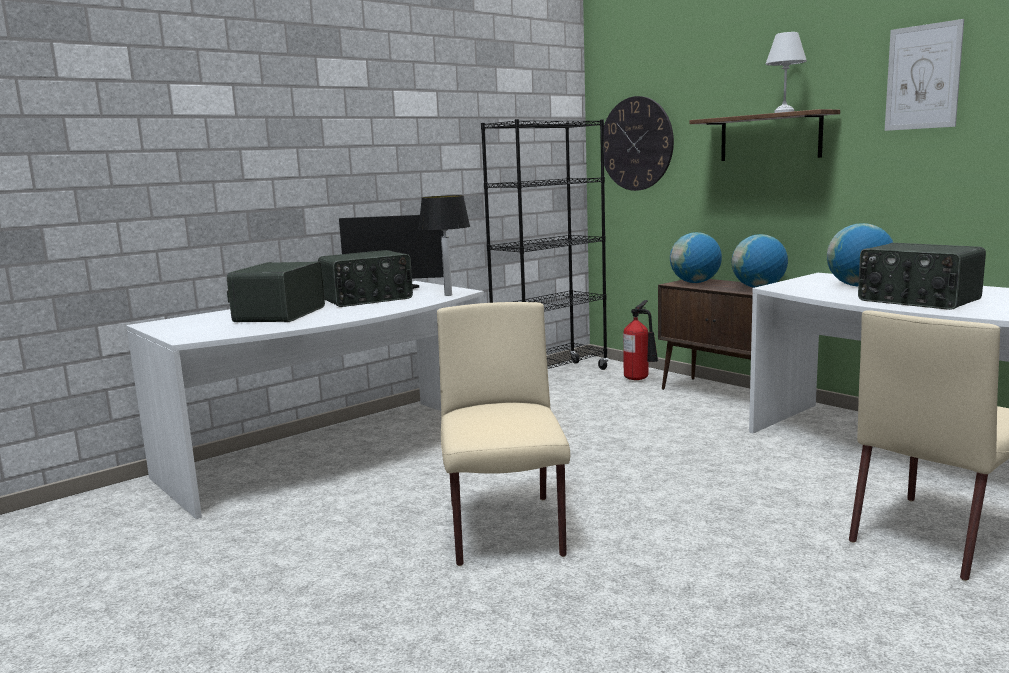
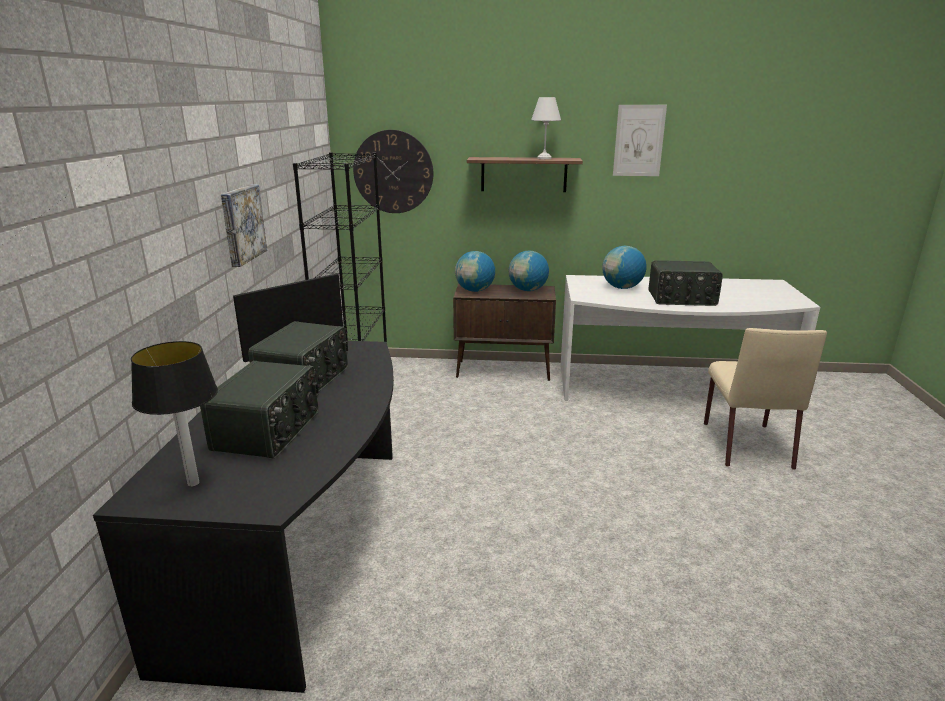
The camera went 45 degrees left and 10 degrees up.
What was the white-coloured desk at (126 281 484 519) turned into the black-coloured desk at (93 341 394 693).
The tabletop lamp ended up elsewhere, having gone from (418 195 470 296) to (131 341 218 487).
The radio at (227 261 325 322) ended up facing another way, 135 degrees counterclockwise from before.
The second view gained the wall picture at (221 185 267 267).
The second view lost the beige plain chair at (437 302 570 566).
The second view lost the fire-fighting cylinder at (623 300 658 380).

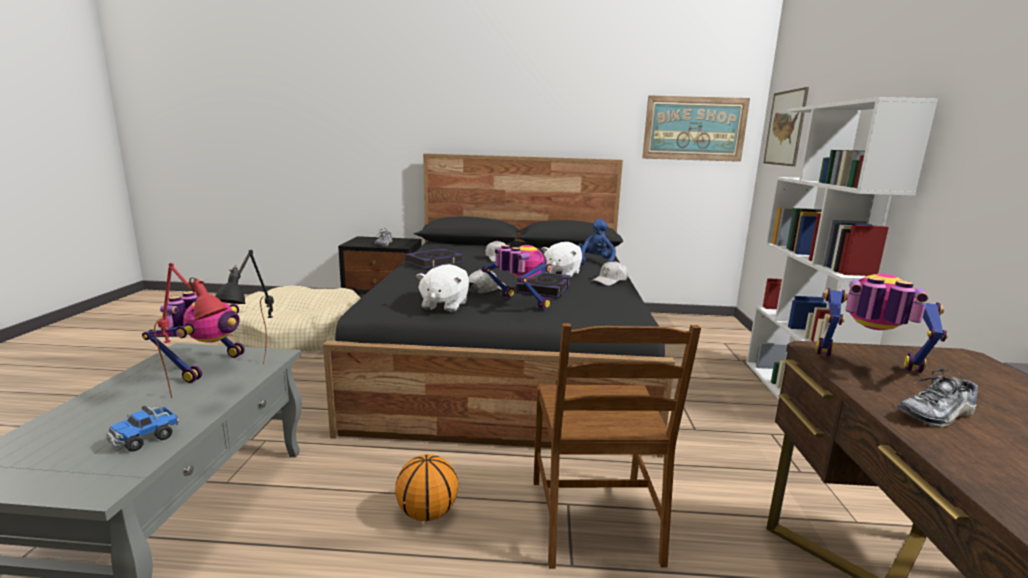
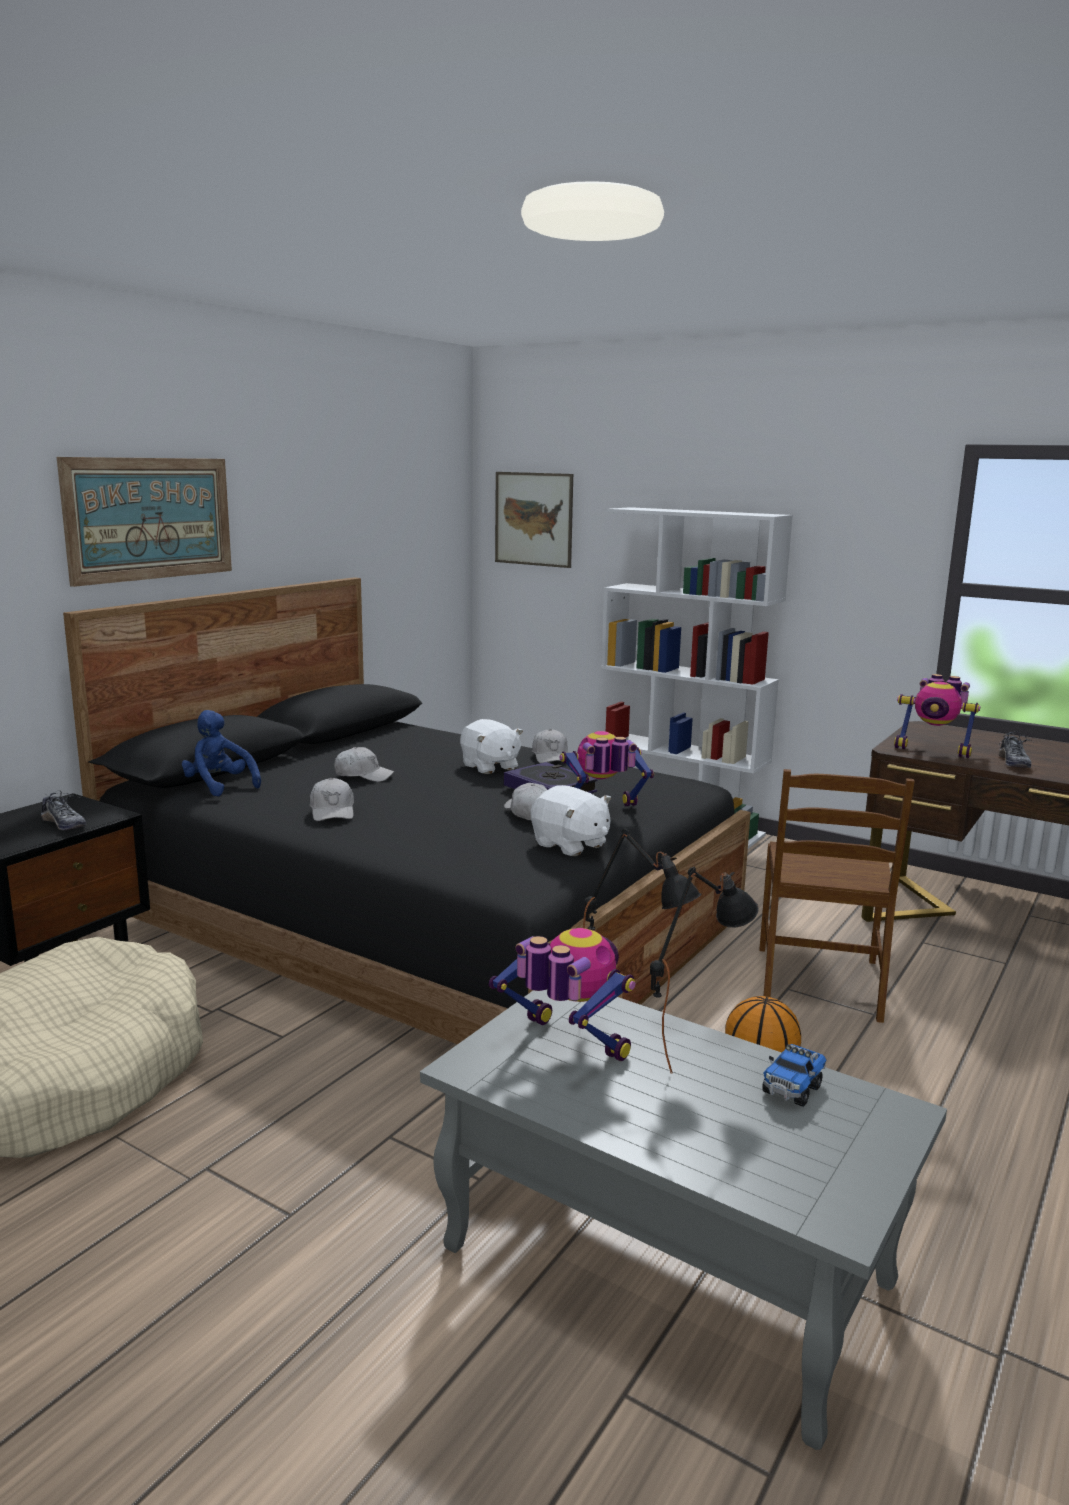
The camera went 60 degrees left and 0 degrees up.
The wall picture ended up elsewhere, having gone from (642 95 750 162) to (57 457 232 587).
The blue-coloured plush toy ended up elsewhere, having gone from (578 219 616 265) to (182 710 261 797).
Where the book stood at (405 249 464 269), the white-coloured peaked cap came to stand at (310 778 354 821).
What was the red-coloured tabletop lamp at (154 263 228 398) turned into the black-coloured tabletop lamp at (650 867 759 1074).
The brown plain chair at (533 323 701 569) ended up facing another way, 75 degrees clockwise from before.
The toy truck at (106 406 179 452) ended up facing another way, 60 degrees clockwise from before.
The robot figure at (815 274 948 373) ended up facing another way, 120 degrees counterclockwise from before.

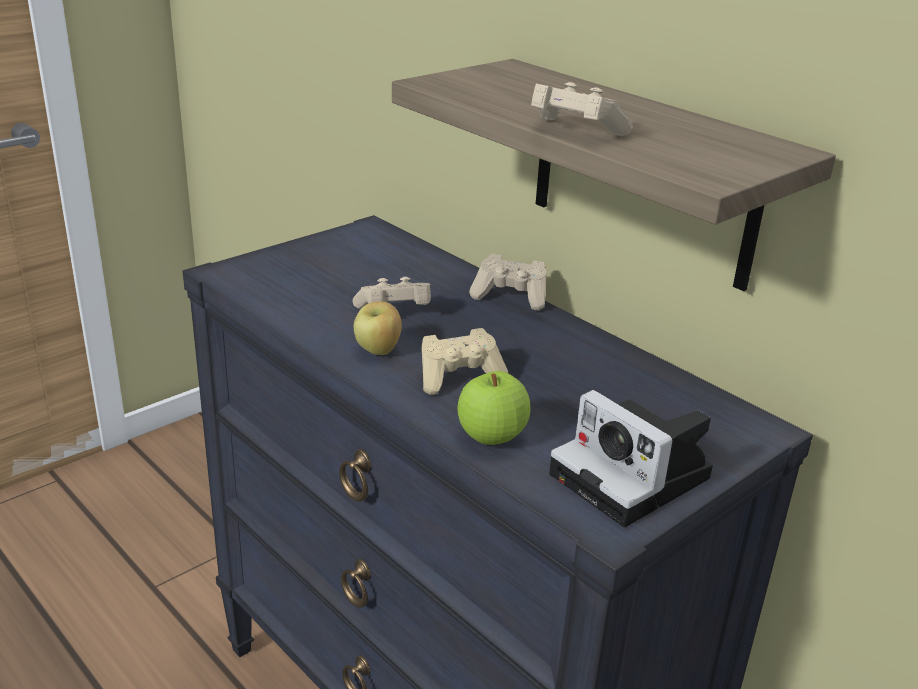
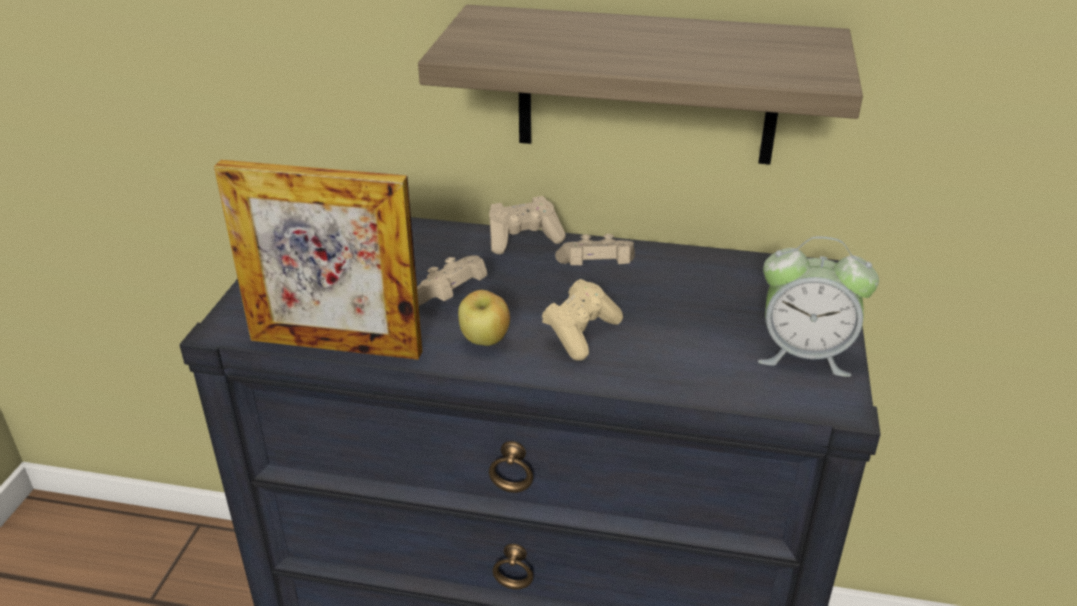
The camera went 35 degrees left and 5 degrees up.
The second view gained the photo frame at (214 160 422 360).
The beige joypad ended up elsewhere, having gone from (531 82 633 136) to (555 234 635 265).
Where the photo camera stood at (549 390 713 527), the alarm clock came to stand at (758 236 879 377).
The second view lost the whole apple at (458 371 530 445).

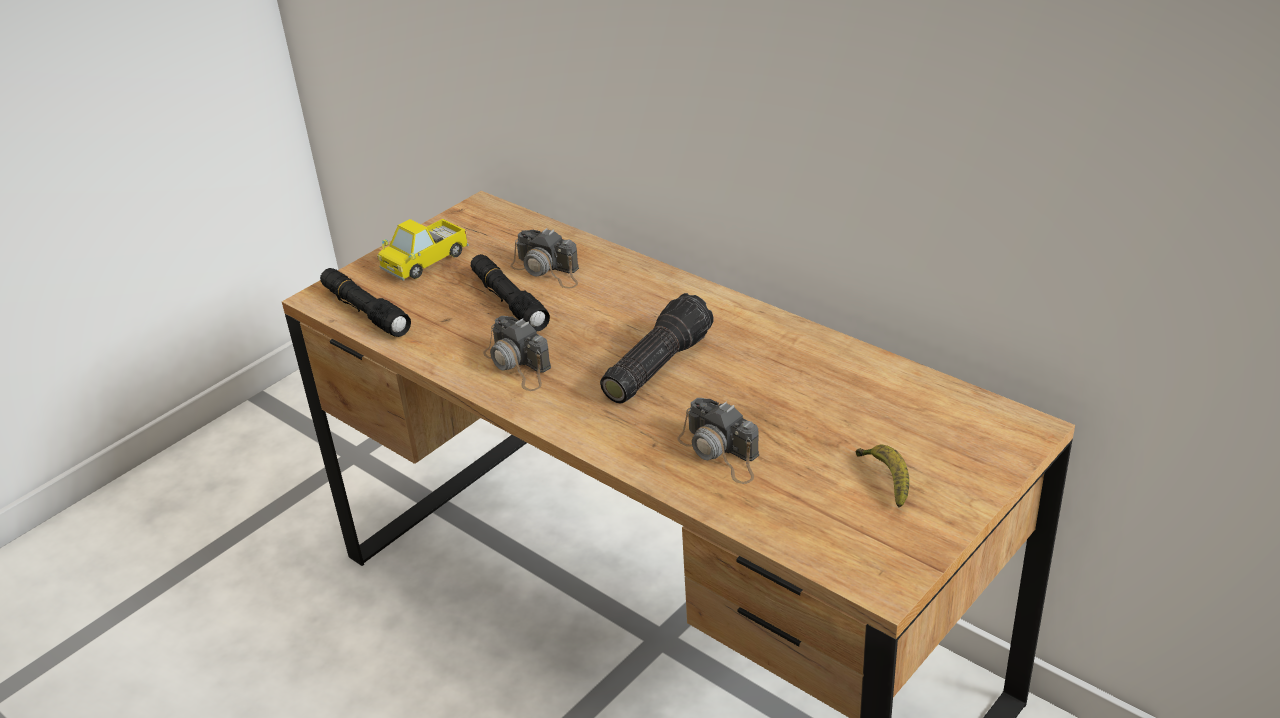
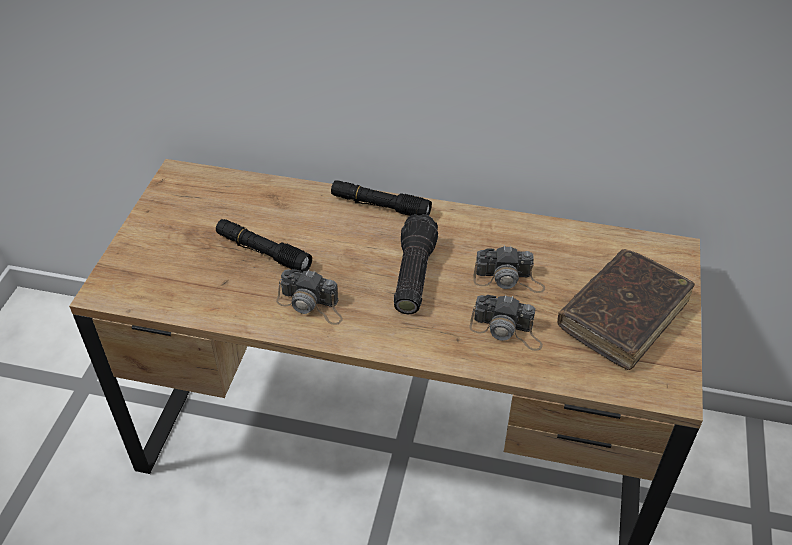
The camera went 30 degrees left and 10 degrees up.
The black-coloured hand torch ended up elsewhere, having gone from (320 268 411 337) to (331 180 432 216).
The photo camera ended up elsewhere, having gone from (510 228 579 288) to (473 246 545 293).
Where the banana stood at (856 445 909 508), the brown book came to stand at (557 249 695 370).
The second view lost the toy truck at (377 219 469 281).

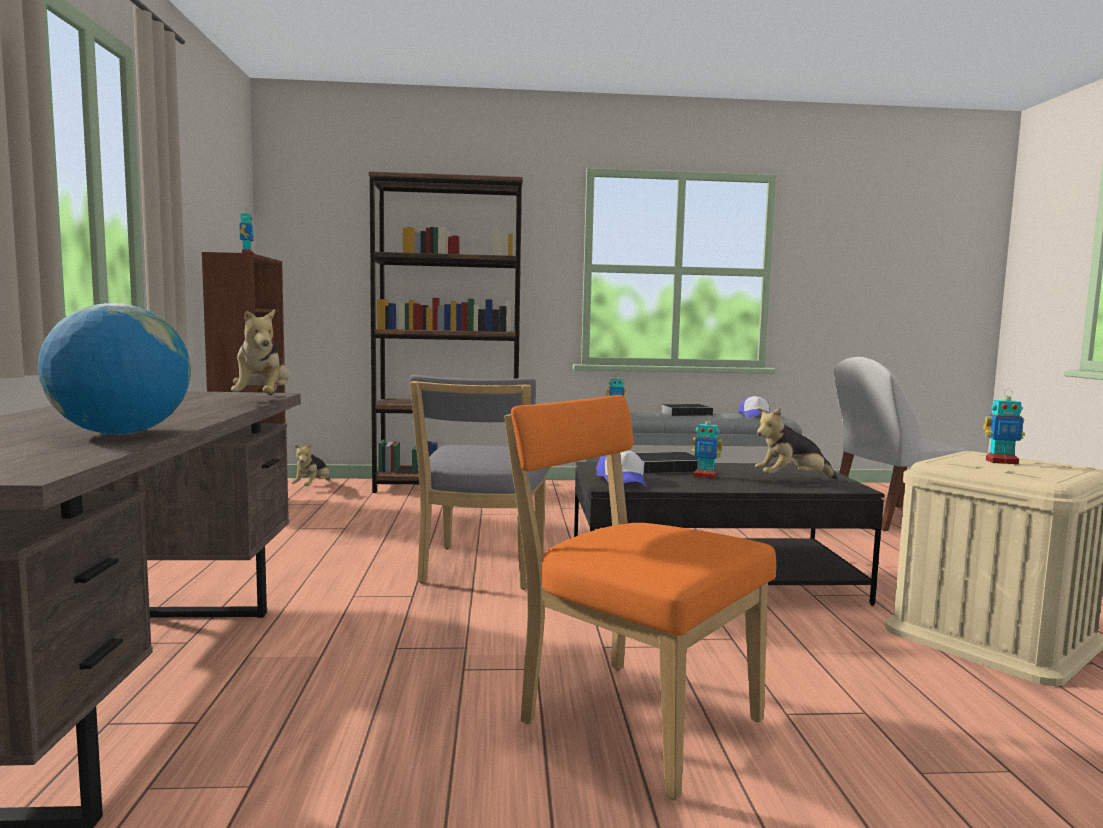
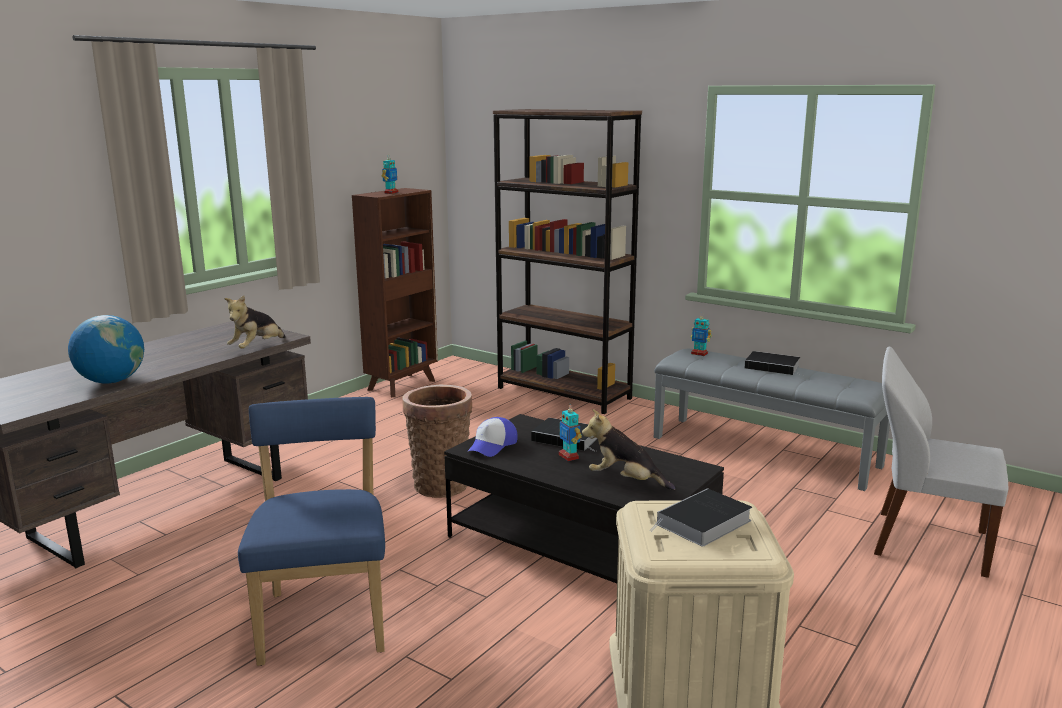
The camera went 40 degrees right and 10 degrees up.
What was the orange plain chair at (504 395 776 801) turned into the blue-coloured plain chair at (238 397 385 666).
Where the grey plain chair stood at (410 374 550 590), the storage basket came to stand at (402 385 472 498).
Where the robot figure stood at (983 389 1025 464), the book came to stand at (650 488 752 547).
The second view lost the plush toy at (291 443 330 486).
The second view lost the peaked cap at (739 396 769 418).

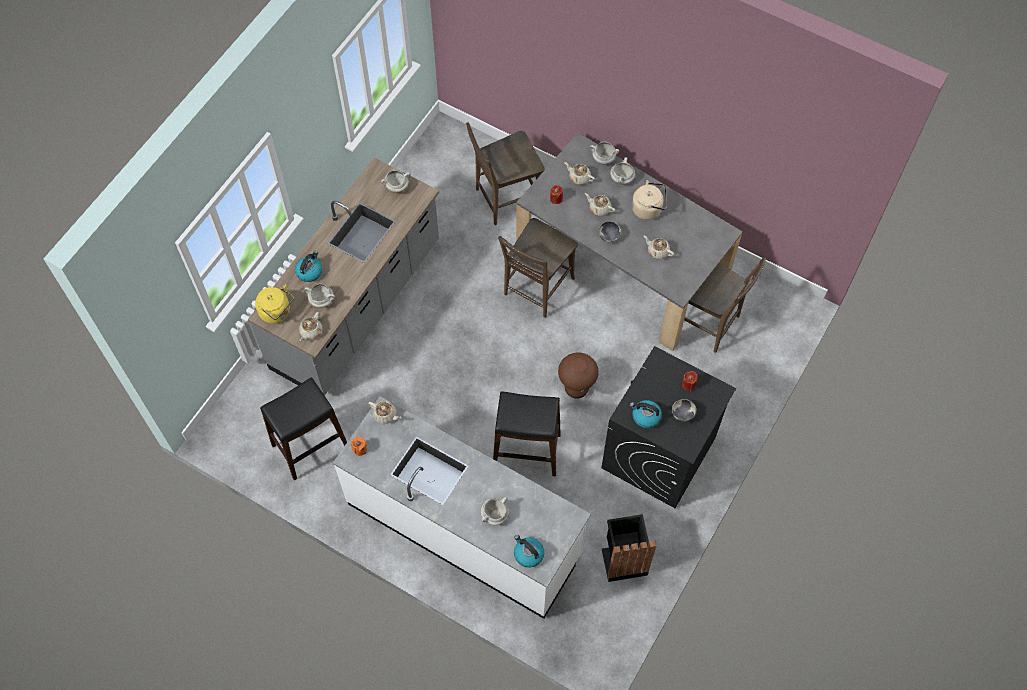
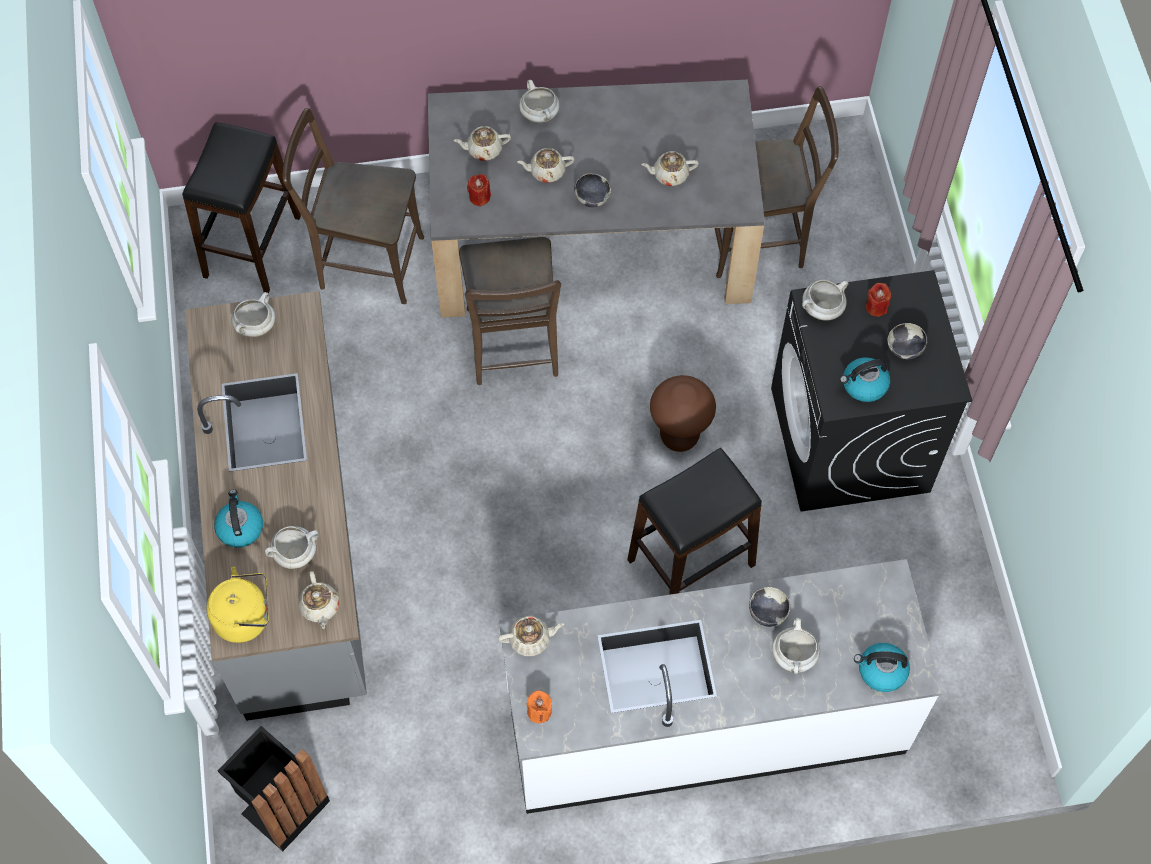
The camera went 40 degrees left and 0 degrees up.
The black-coloured sitting stool ended up elsewhere, having gone from (260 377 347 481) to (182 122 301 294).
The black-coloured trash can ended up elsewhere, having gone from (602 514 656 582) to (218 726 330 851).
The brown plain chair at (466 122 544 225) ended up facing another way, 75 degrees clockwise from before.
The second view gained the serving bowl at (749 587 790 627).
The white-coloured saucepot ended up elsewhere, having gone from (590 142 619 164) to (802 280 849 321).
The second view lost the beige tea kettle at (632 180 667 220).

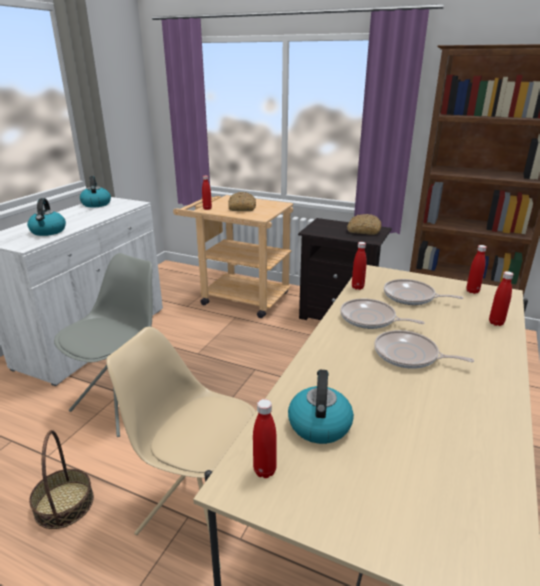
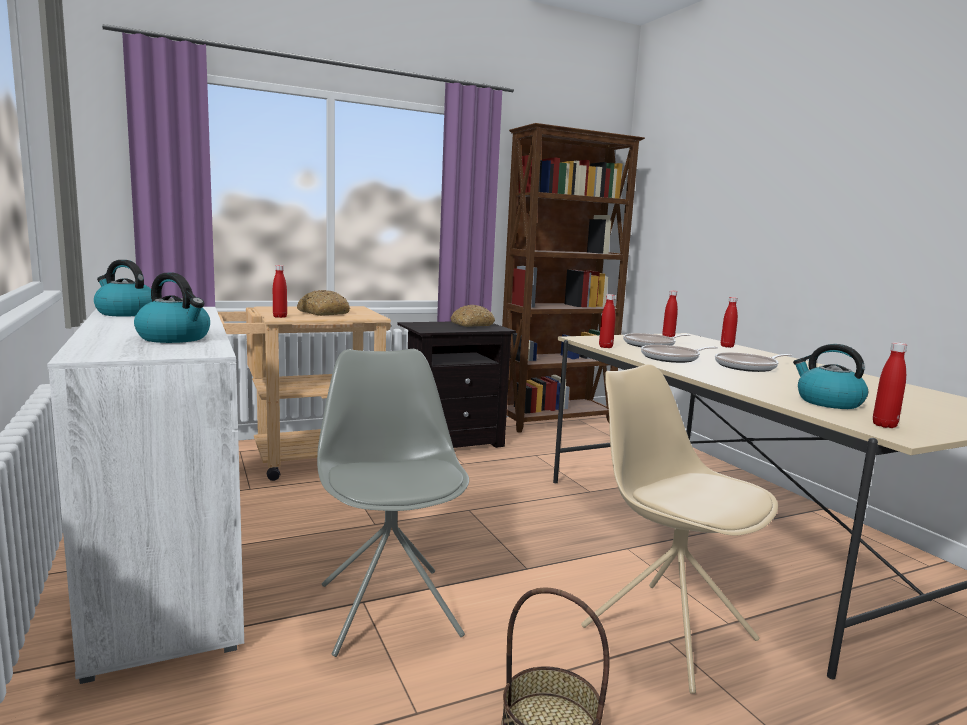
The camera went 50 degrees left and 15 degrees down.
The beige plain chair at (106 327 256 569) ended up facing another way, 75 degrees clockwise from before.

